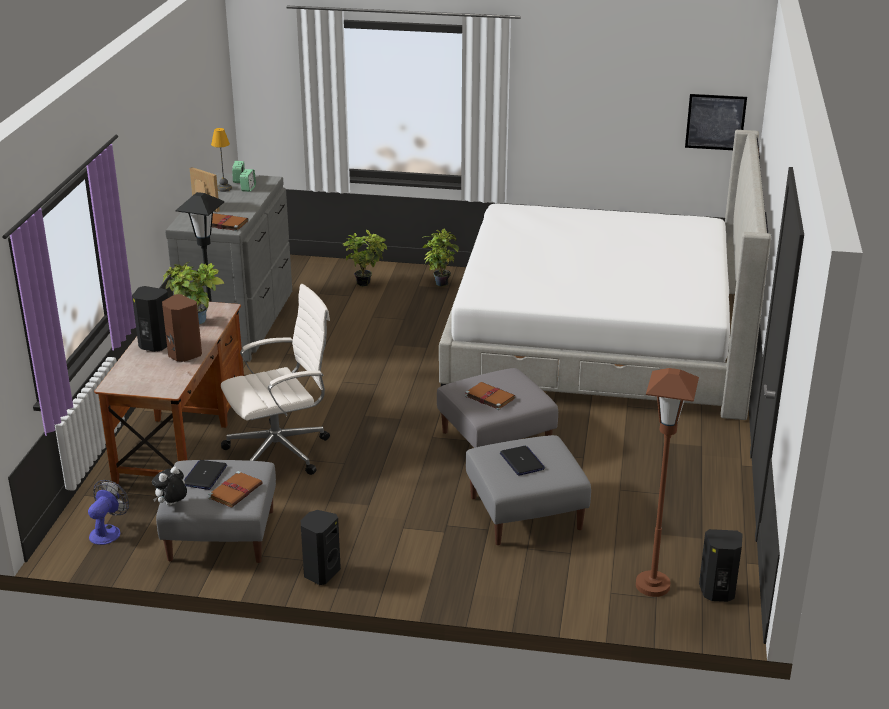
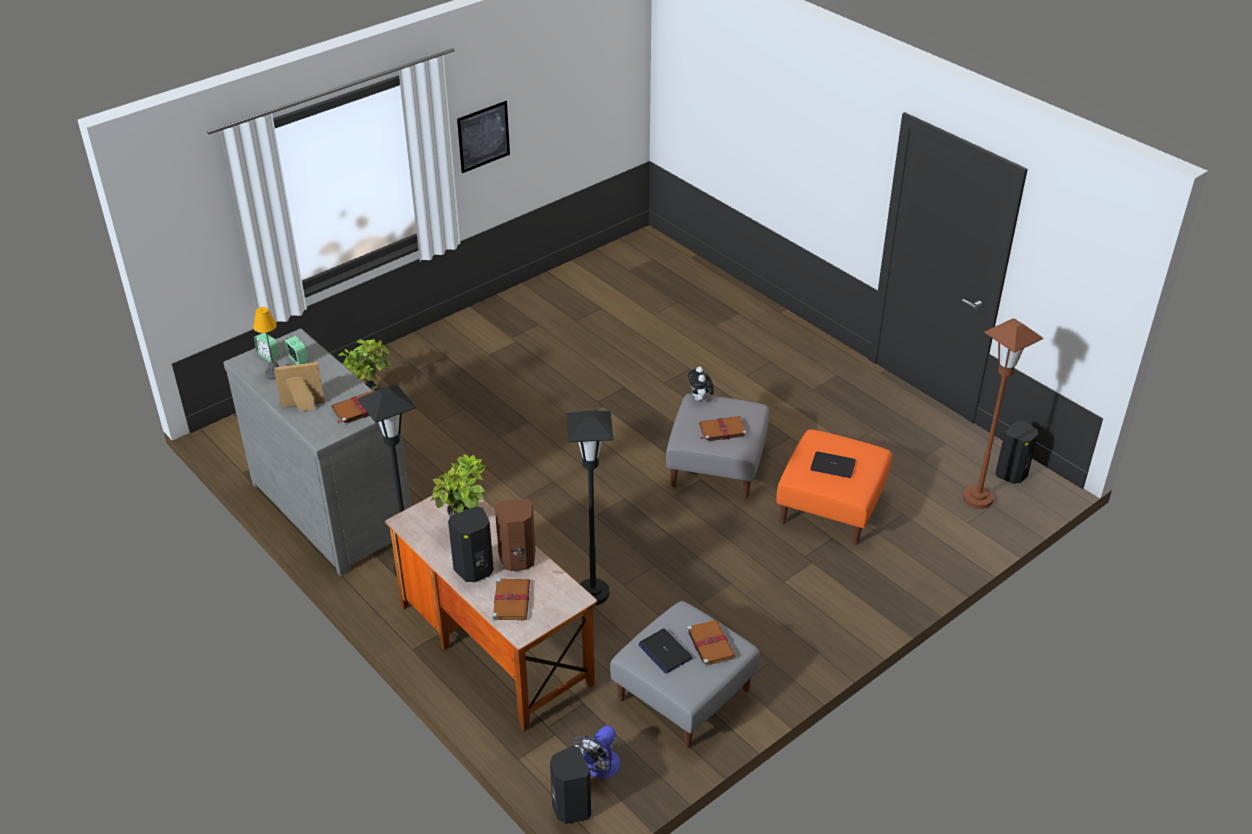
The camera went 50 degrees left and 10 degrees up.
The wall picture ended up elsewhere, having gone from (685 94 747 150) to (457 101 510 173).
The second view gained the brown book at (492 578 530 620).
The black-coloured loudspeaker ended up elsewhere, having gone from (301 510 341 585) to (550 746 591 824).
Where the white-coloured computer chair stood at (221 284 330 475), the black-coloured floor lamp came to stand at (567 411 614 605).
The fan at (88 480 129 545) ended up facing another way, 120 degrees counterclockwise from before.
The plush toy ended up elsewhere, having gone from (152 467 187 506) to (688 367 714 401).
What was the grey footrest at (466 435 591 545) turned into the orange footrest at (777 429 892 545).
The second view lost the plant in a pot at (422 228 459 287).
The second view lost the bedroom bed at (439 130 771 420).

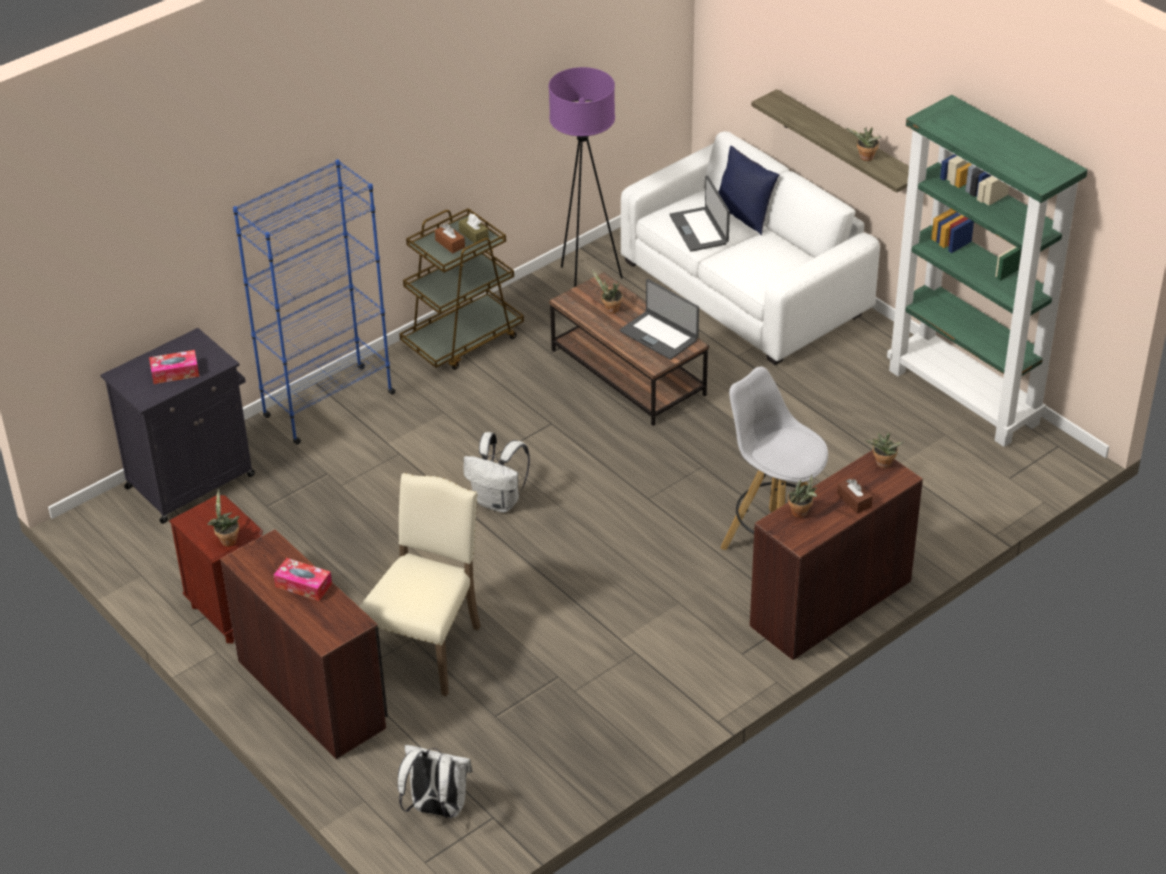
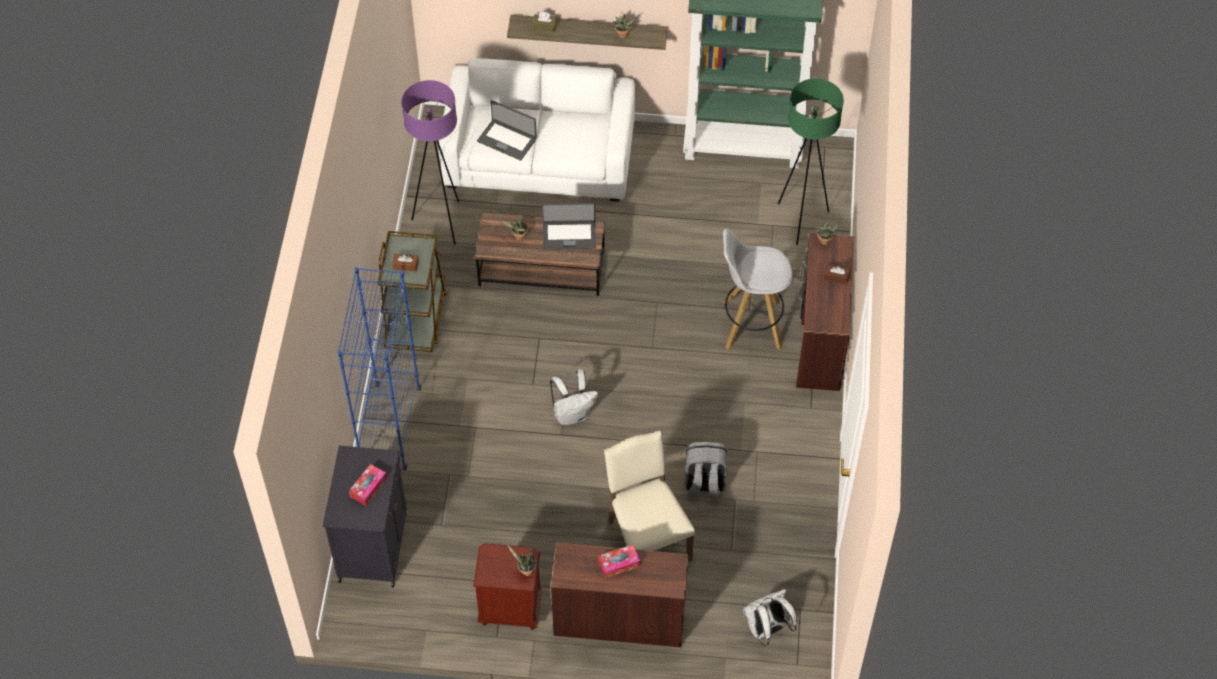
The camera went 45 degrees left and 15 degrees up.
The brown box of tissues ended up elsewhere, having gone from (459 214 489 243) to (532 12 557 32).
The second view gained the grey rucksack at (685 442 727 497).
The second view gained the green-coloured floor lamp at (778 79 844 245).
The second view lost the blue-coloured throw pillow at (718 146 779 235).
The second view lost the plant in a pot at (788 474 817 518).

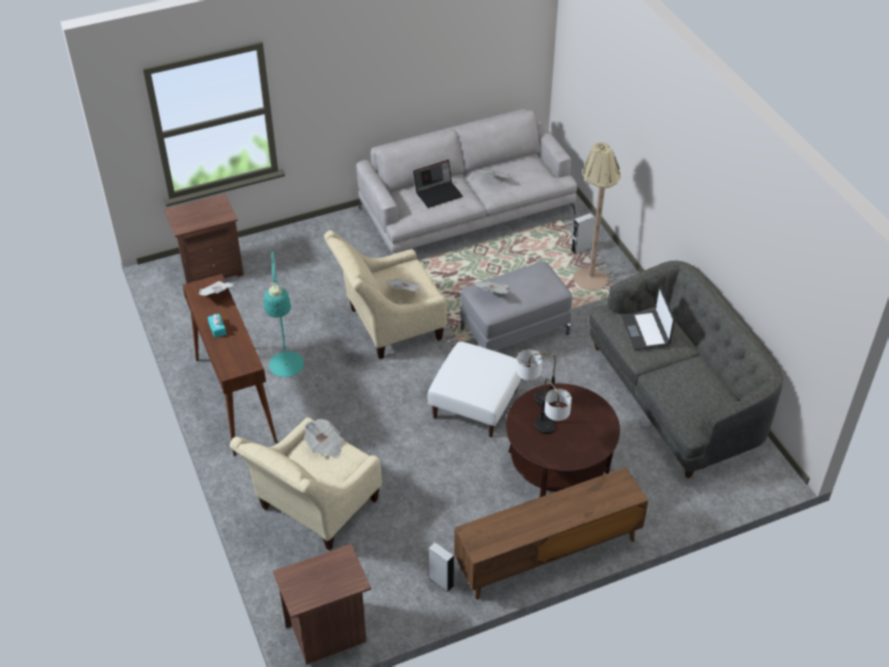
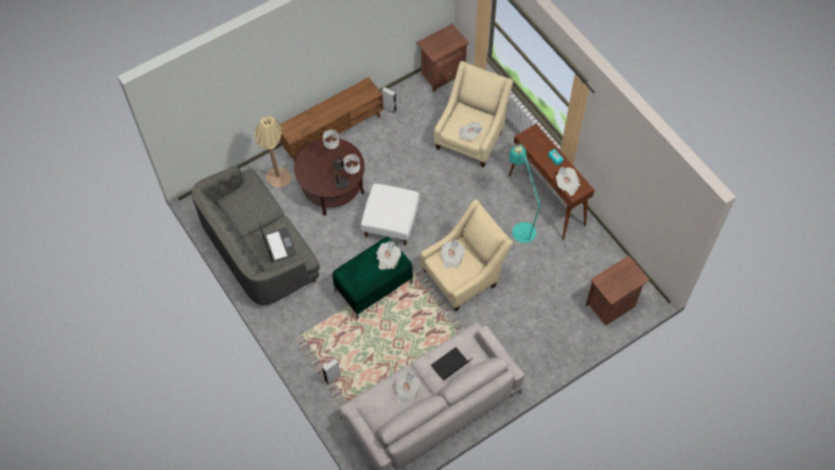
The camera went 170 degrees right and 15 degrees up.
The beige floor lamp ended up elsewhere, having gone from (573 142 621 290) to (255 115 291 188).
What was the grey footrest at (460 261 572 351) turned into the green-coloured footrest at (333 237 413 319).

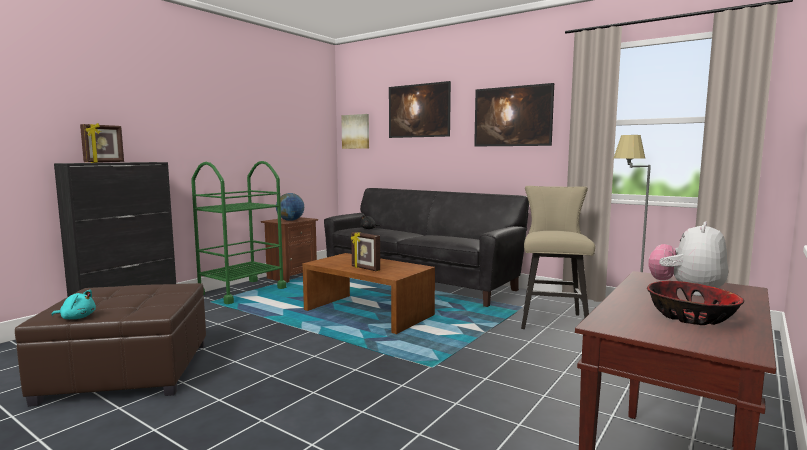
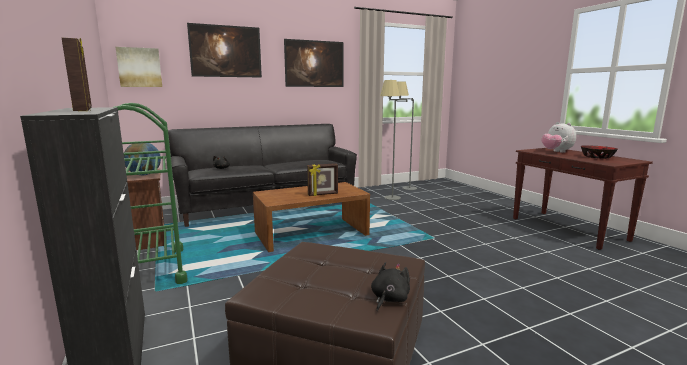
The camera went 60 degrees left and 5 degrees up.
What was the blue-green plush toy at (51 290 96 319) turned into the black-coloured plush toy at (371 262 410 311).
Where the beige sitting stool stood at (521 186 595 329), the grey floor lamp came to stand at (380 80 408 200).

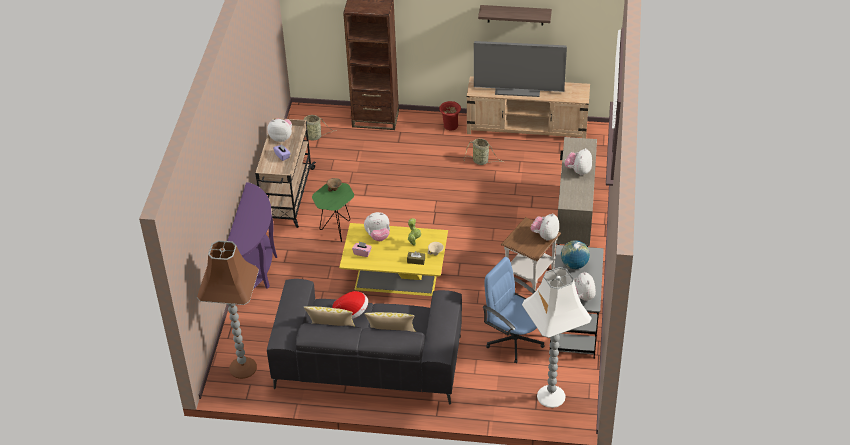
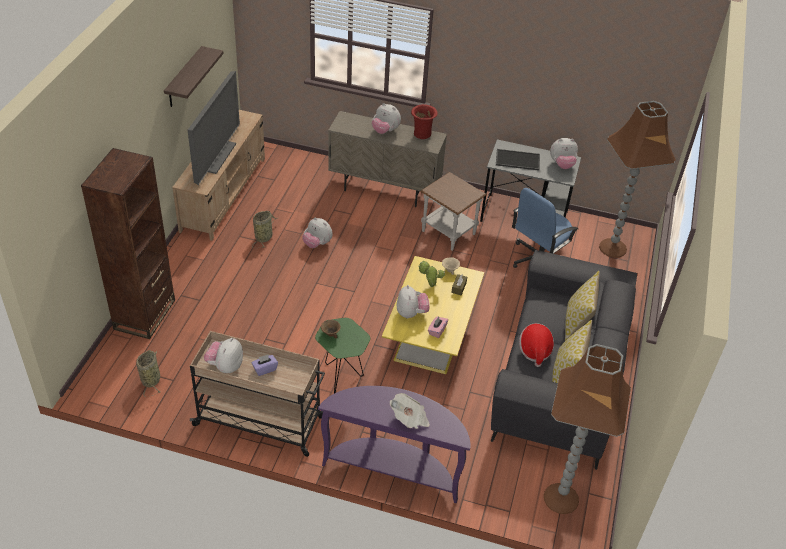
The camera went 85 degrees left and 0 degrees up.
The plush toy ended up elsewhere, having gone from (531 213 559 241) to (302 218 333 248).
The second view gained the newspaper at (390 393 430 429).
The red-coloured decorative vase ended up elsewhere, having gone from (439 101 461 130) to (411 104 438 139).
Where the desk globe stood at (561 240 590 269), the tray came to stand at (496 149 540 171).
What was the white-coloured floor lamp at (522 267 592 408) turned into the brown floor lamp at (599 101 676 258).

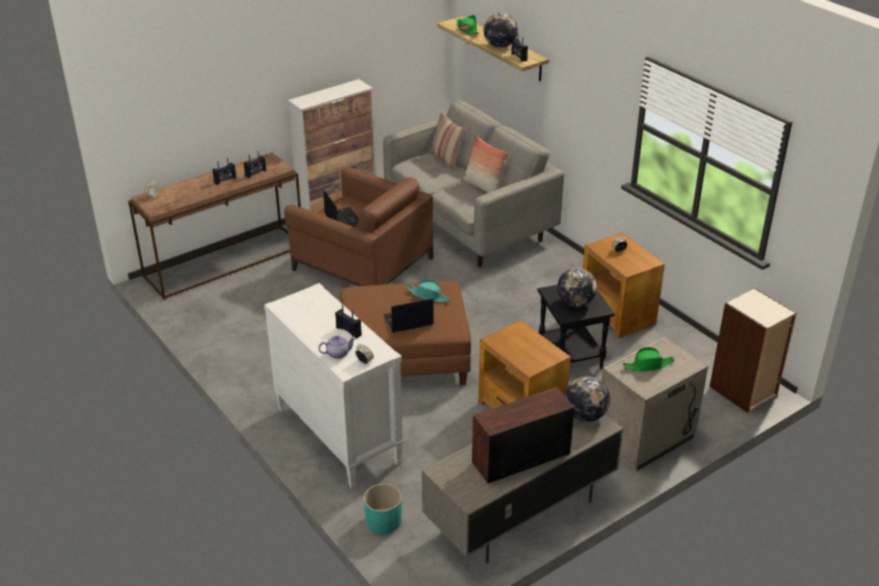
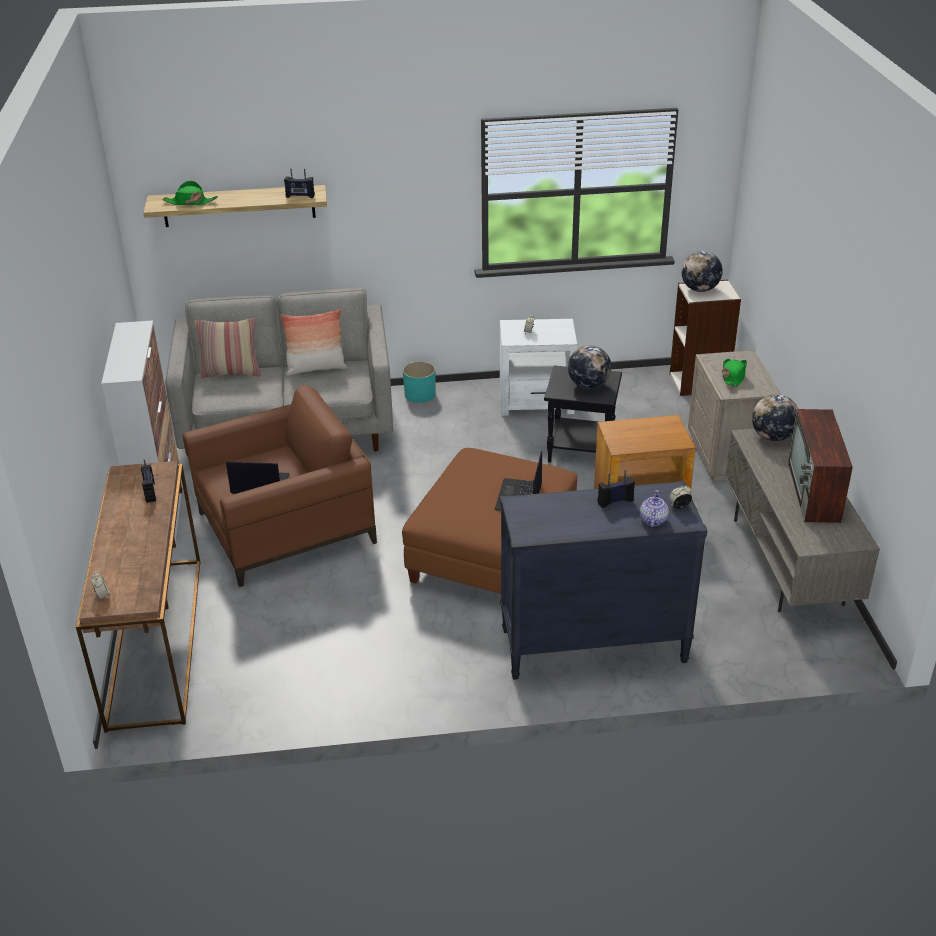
The camera went 60 degrees left and 0 degrees up.
The blue-green plant pot ended up elsewhere, having gone from (364 484 402 534) to (403 361 436 403).
What was the brown side table at (583 232 665 338) turned into the white-coloured side table at (500 319 577 416).
What was the white-coloured drawer chest at (264 283 404 489) turned into the black-coloured drawer chest at (500 481 707 680).
The desk globe ended up elsewhere, having gone from (484 12 518 48) to (682 251 723 292).
The second view lost the radio at (212 158 236 185).
The second view lost the blue-green wearable hat at (406 280 451 302).

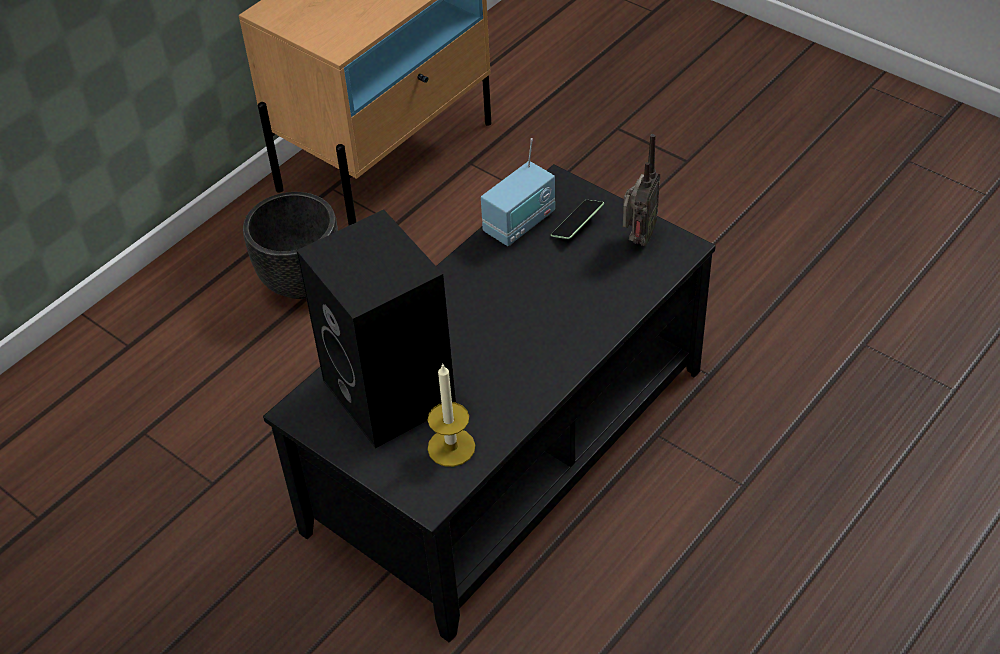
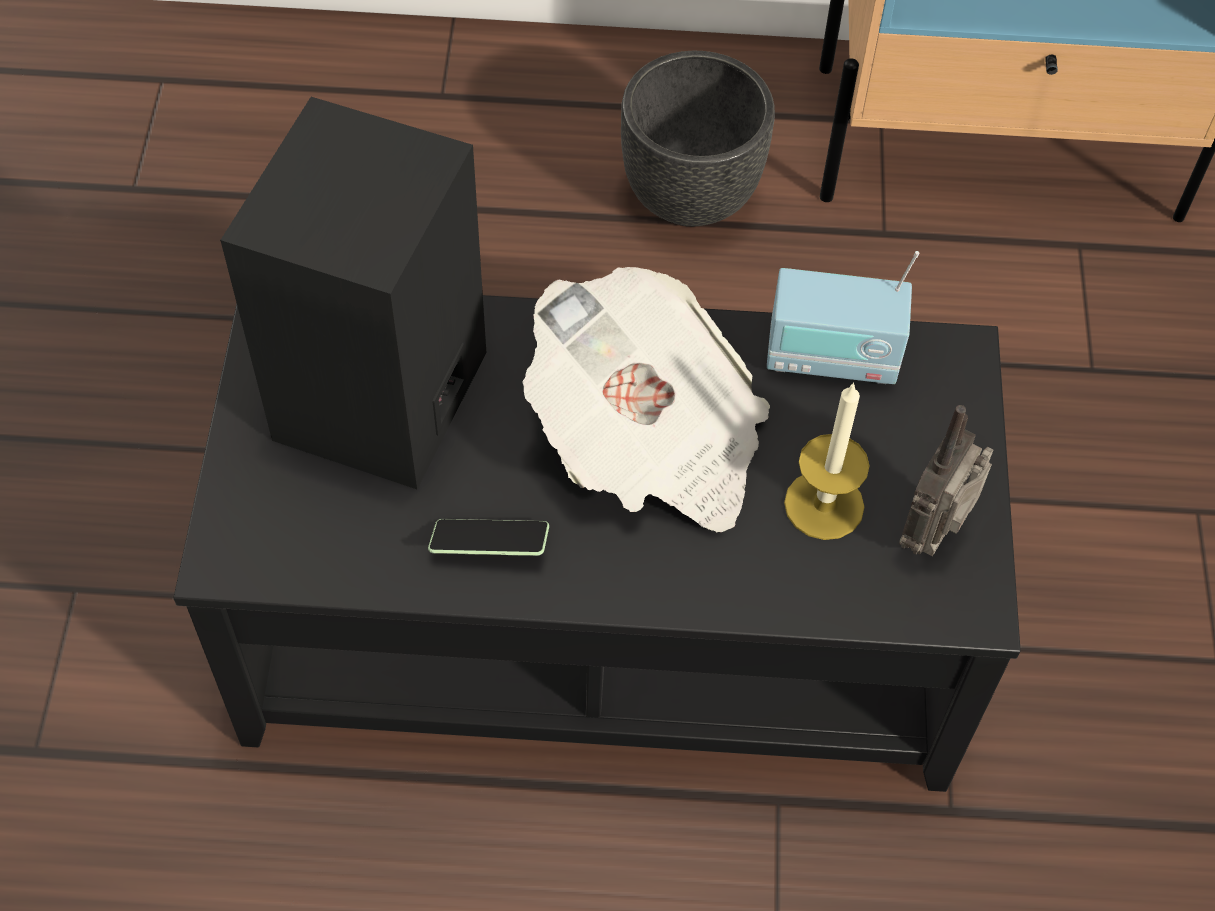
The camera went 50 degrees right and 10 degrees up.
The phone ended up elsewhere, having gone from (551 200 604 239) to (428 519 549 556).
The second view gained the newspaper at (522 267 770 532).
The wax light ended up elsewhere, having gone from (428 363 475 467) to (784 382 870 540).
The radio at (623 134 660 246) ended up facing another way, 135 degrees clockwise from before.

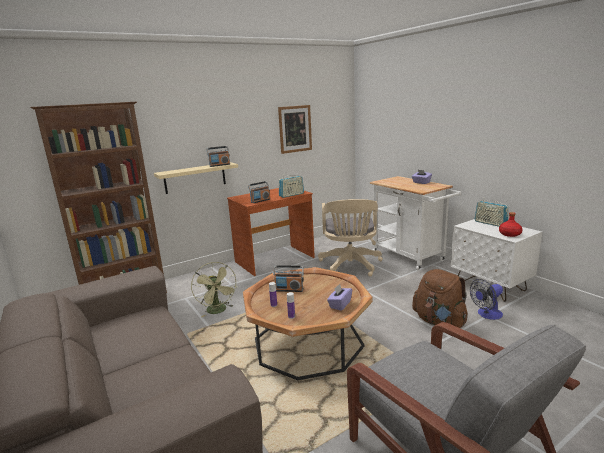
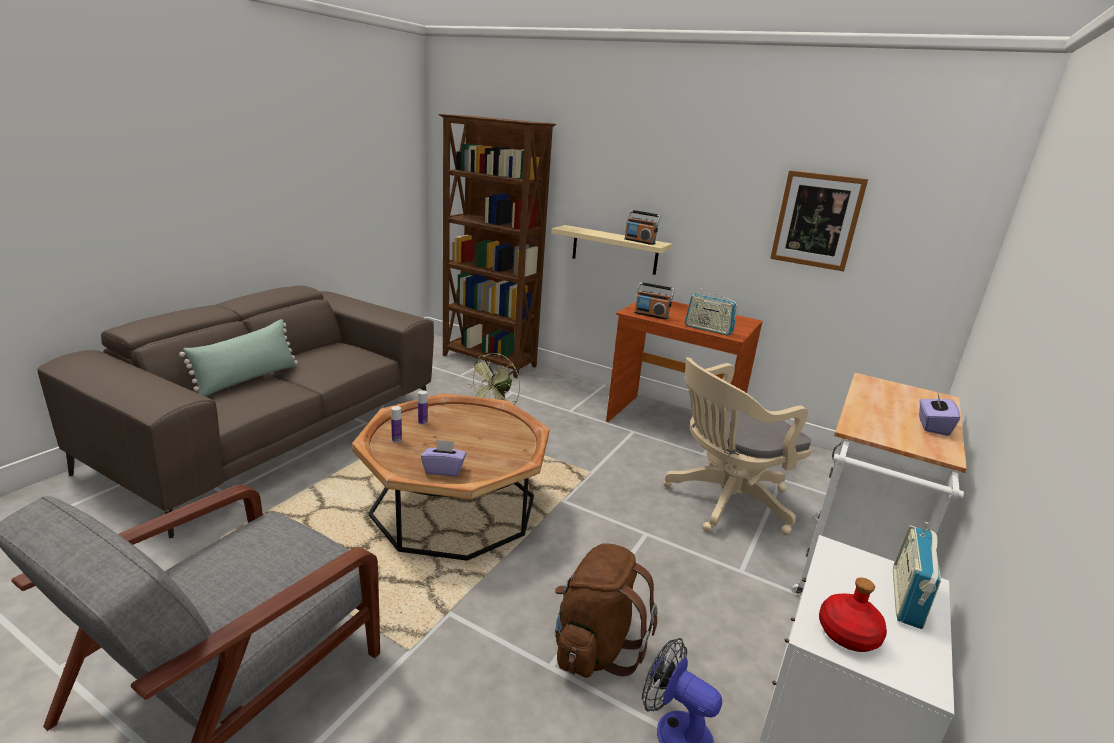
The camera went 60 degrees right and 5 degrees up.
The second view gained the green-coloured throw pillow at (179 319 298 397).
The second view lost the radio at (273 265 304 292).

